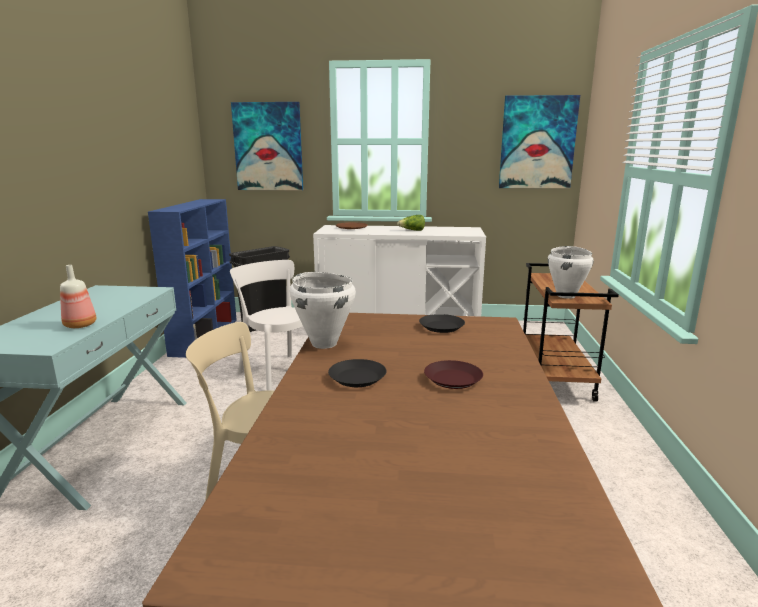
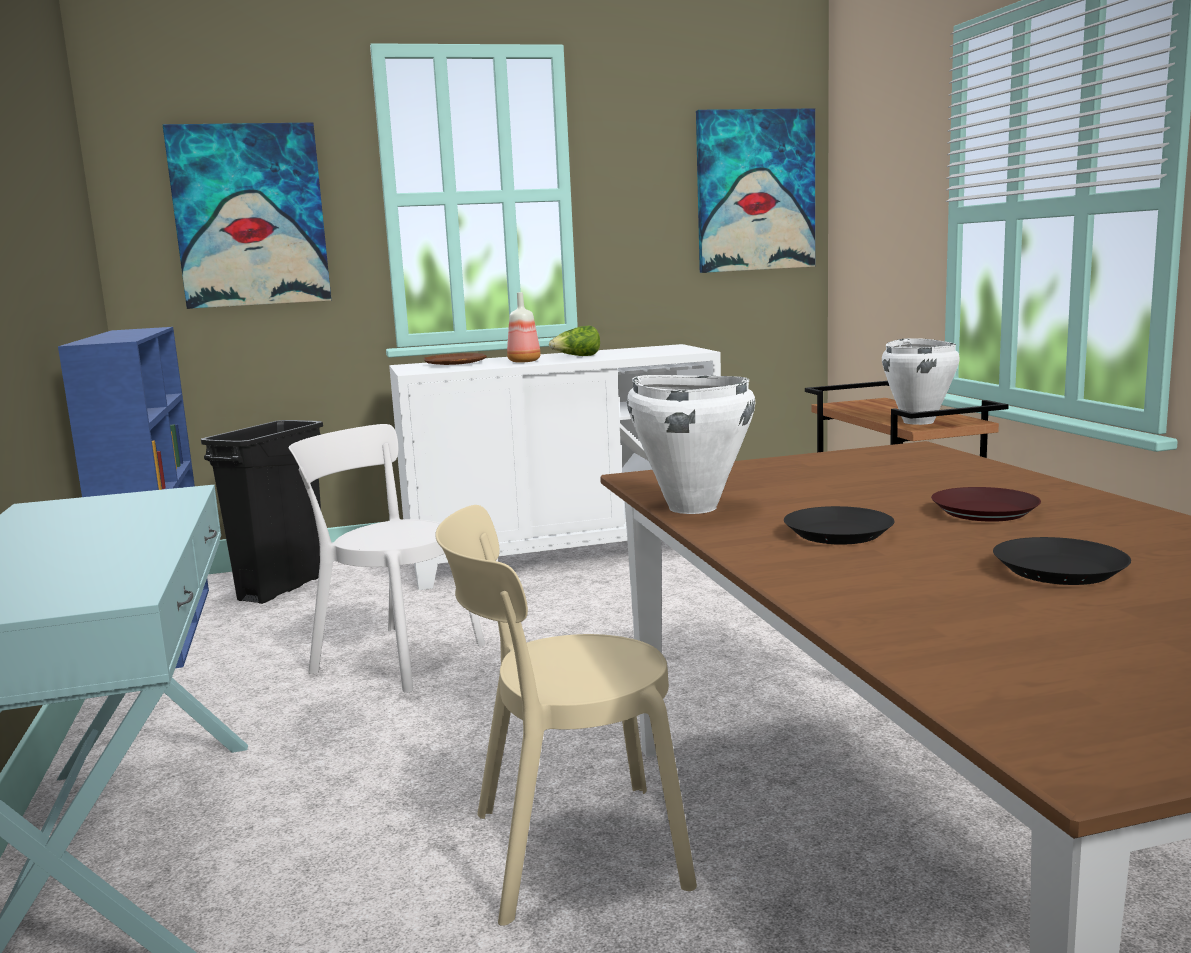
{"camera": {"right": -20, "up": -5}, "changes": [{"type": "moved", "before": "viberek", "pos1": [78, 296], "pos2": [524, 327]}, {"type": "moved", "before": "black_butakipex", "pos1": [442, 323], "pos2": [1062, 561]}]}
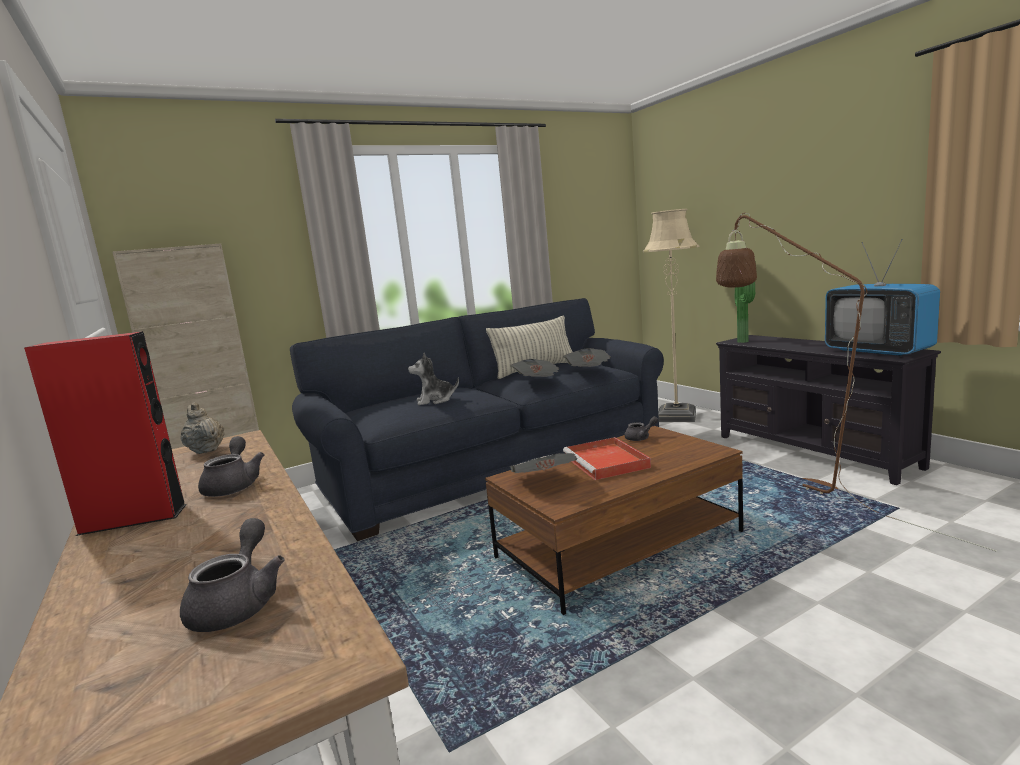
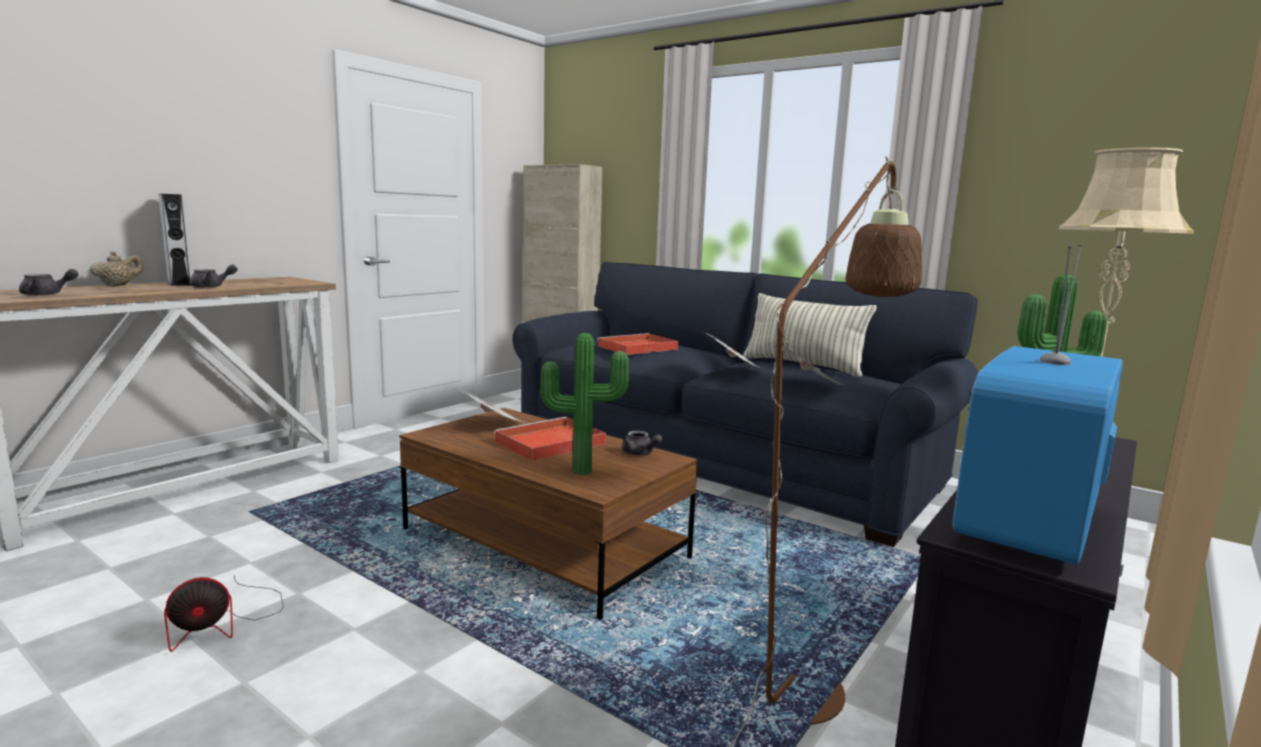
{"camera": {"right": 65, "up": 0}, "changes": [{"type": "recoloured", "before": "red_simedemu", "after": "grey_simedemu", "pos1": [105, 433], "pos2": [174, 240]}, {"type": "replaced", "before": "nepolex", "after": "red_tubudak", "pos1": [433, 379], "pos2": [637, 344]}, {"type": "moved", "before": "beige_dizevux", "pos1": [202, 428], "pos2": [116, 268]}, {"type": "added", "after": "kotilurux", "pos2": [584, 404]}, {"type": "added", "after": "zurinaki", "pos2": [224, 613]}]}
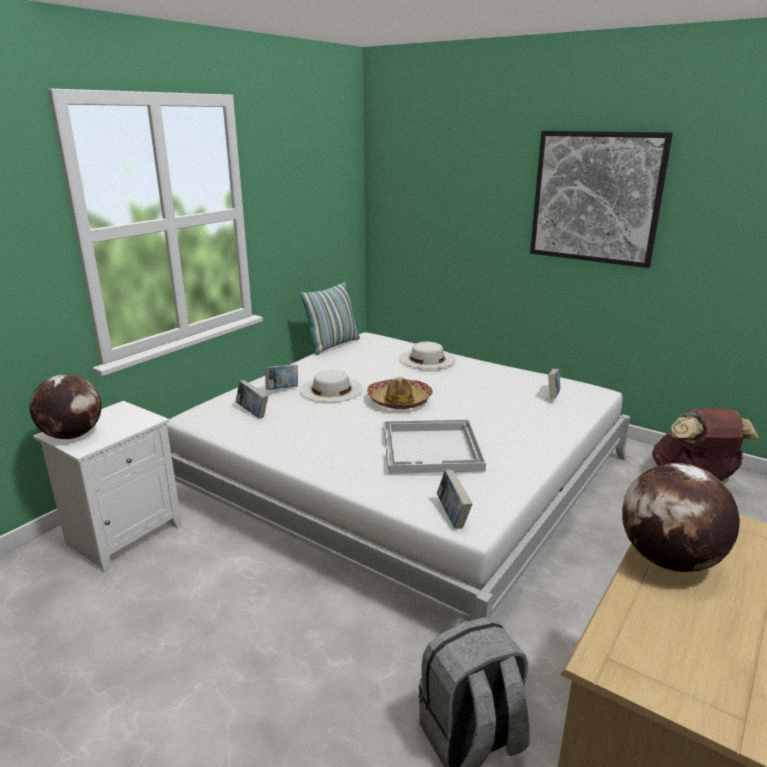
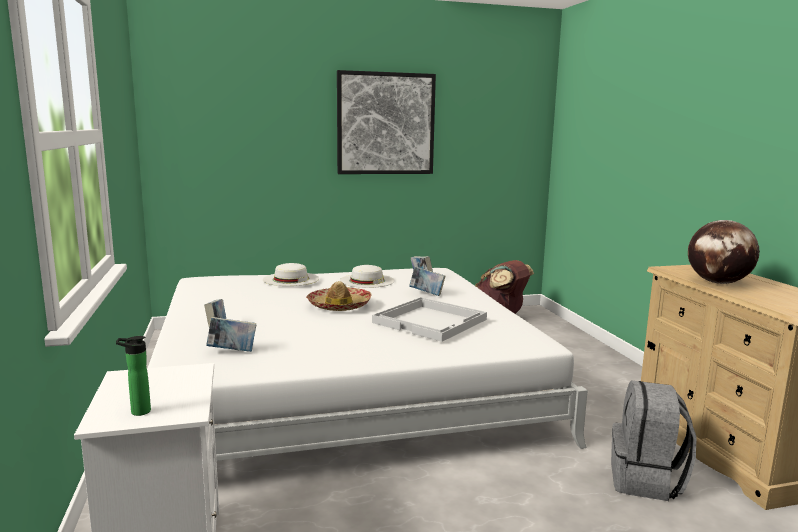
{"camera": {"right": -50, "up": -10}, "changes": [{"type": "removed", "before": "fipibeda", "pos1": [330, 318]}, {"type": "moved", "before": "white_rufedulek", "pos1": [331, 386], "pos2": [367, 276]}, {"type": "replaced", "before": "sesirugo", "after": "viberek", "pos1": [65, 406], "pos2": [133, 376]}, {"type": "moved", "before": "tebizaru", "pos1": [454, 499], "pos2": [427, 281]}]}
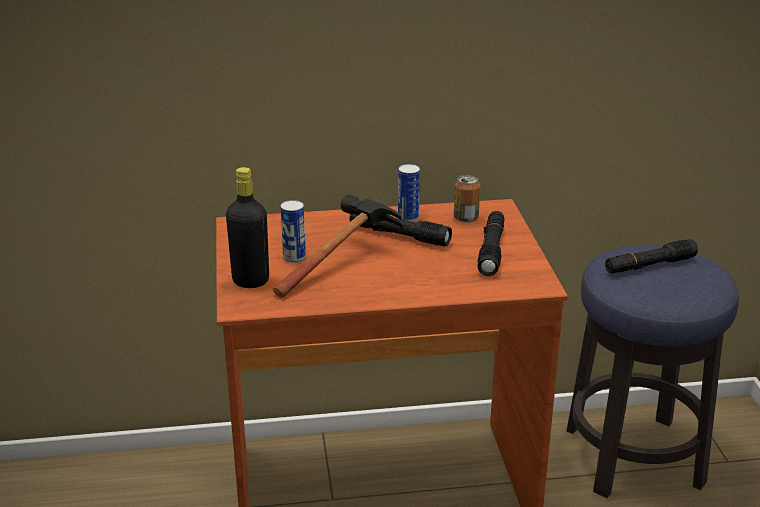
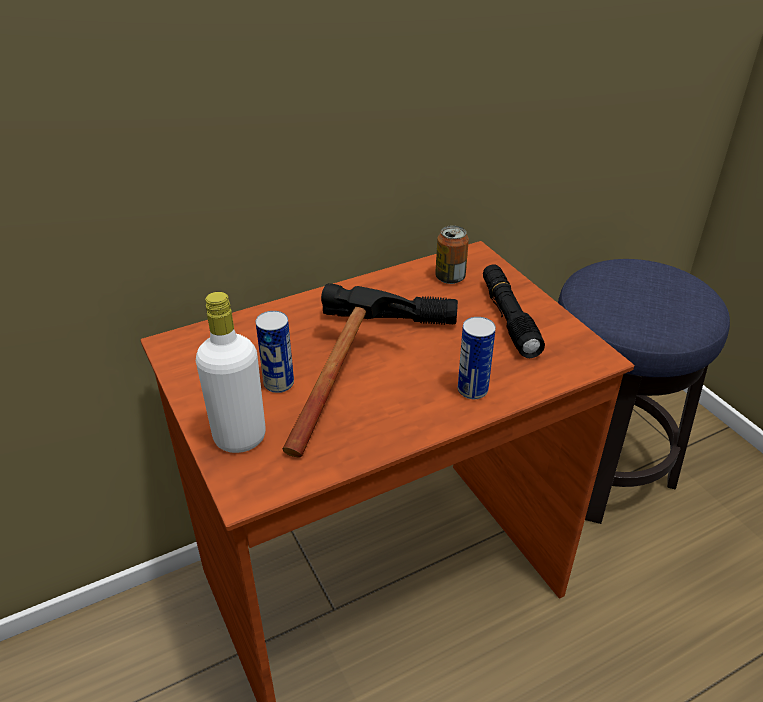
{"camera": {"right": -20, "up": 10}, "changes": [{"type": "moved", "before": "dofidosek", "pos1": [409, 193], "pos2": [477, 358]}, {"type": "recoloured", "before": "black_viberek", "after": "white_viberek", "pos1": [247, 227], "pos2": [231, 372]}, {"type": "removed", "before": "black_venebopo", "pos1": [651, 256]}]}
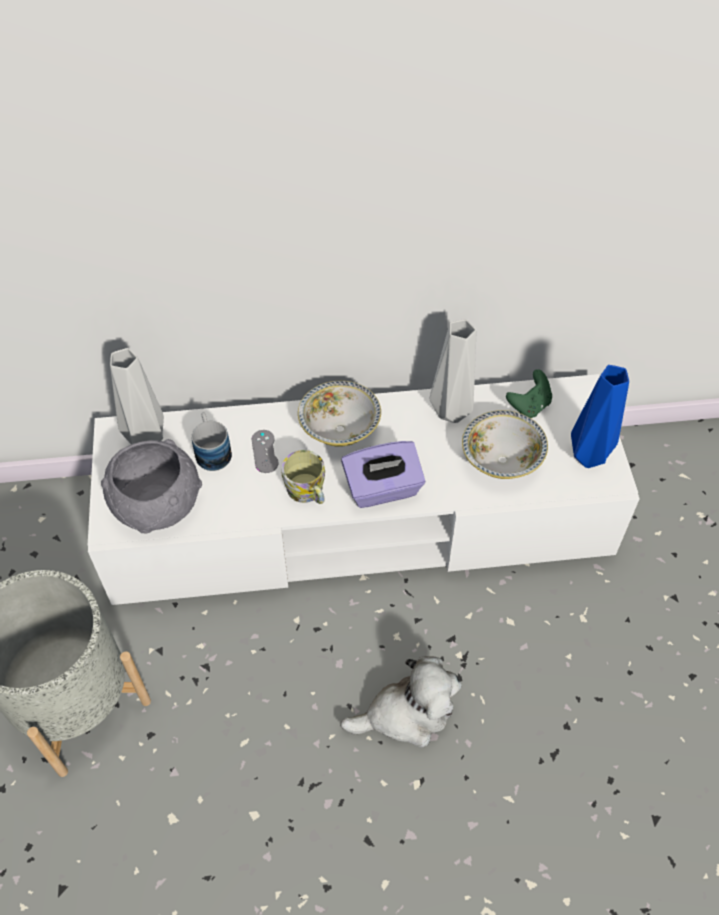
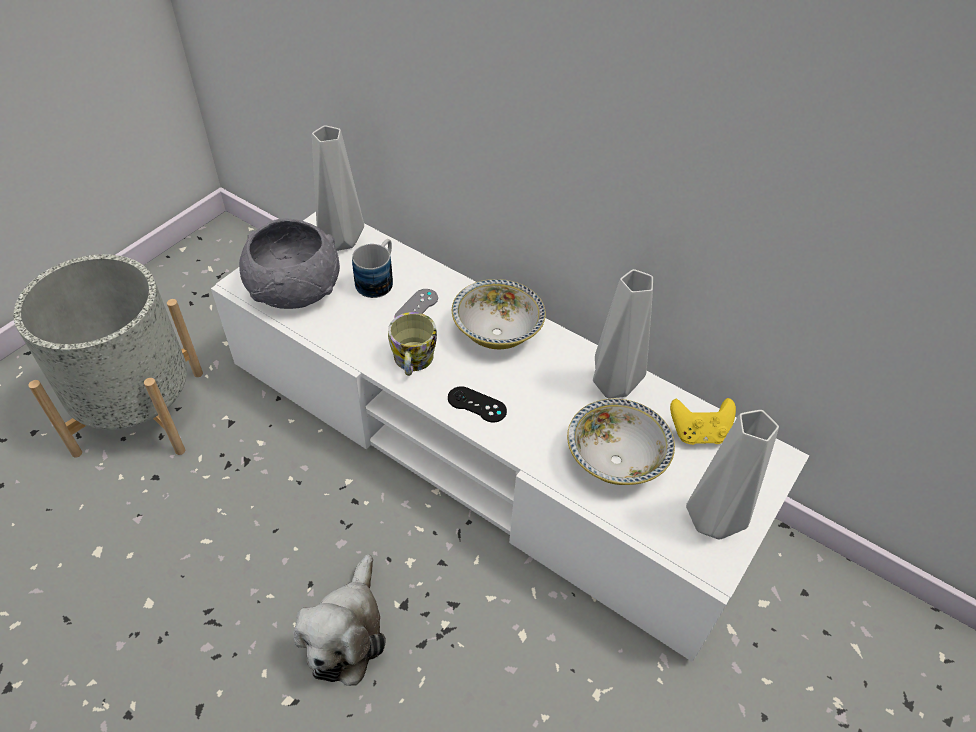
{"camera": {"right": 40, "up": -5}, "changes": [{"type": "recoloured", "before": "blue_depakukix", "after": "grey_depakukix", "pos1": [600, 416], "pos2": [732, 475]}, {"type": "recoloured", "before": "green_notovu", "after": "yellow_notovu", "pos1": [529, 393], "pos2": [703, 421]}, {"type": "replaced", "before": "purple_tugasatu", "after": "black_notovu", "pos1": [383, 474], "pos2": [477, 404]}, {"type": "turned", "before": "nepolex", "pos1": [401, 702], "pos2": [340, 620], "turn": 75}]}
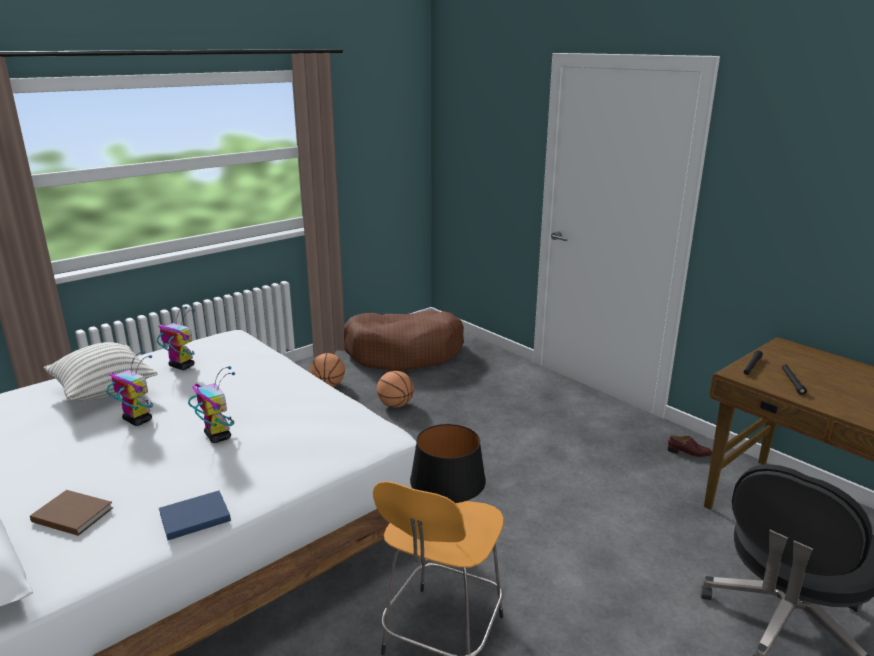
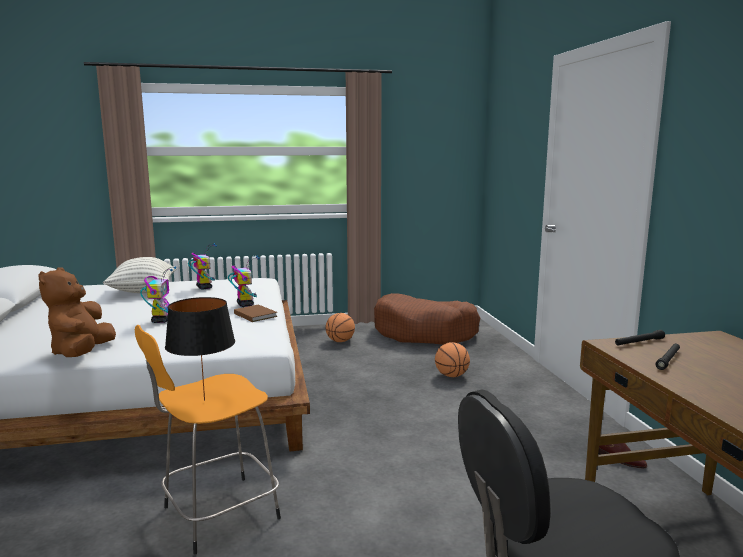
{"camera": {"right": 30, "up": -10}, "changes": [{"type": "moved", "before": "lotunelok", "pos1": [129, 388], "pos2": [244, 281]}, {"type": "moved", "before": "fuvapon", "pos1": [395, 389], "pos2": [452, 359]}, {"type": "moved", "before": "brown_tebizaru", "pos1": [71, 513], "pos2": [255, 313]}, {"type": "replaced", "before": "blue_tebizaru", "after": "brown_nepolex", "pos1": [195, 515], "pos2": [77, 312]}]}
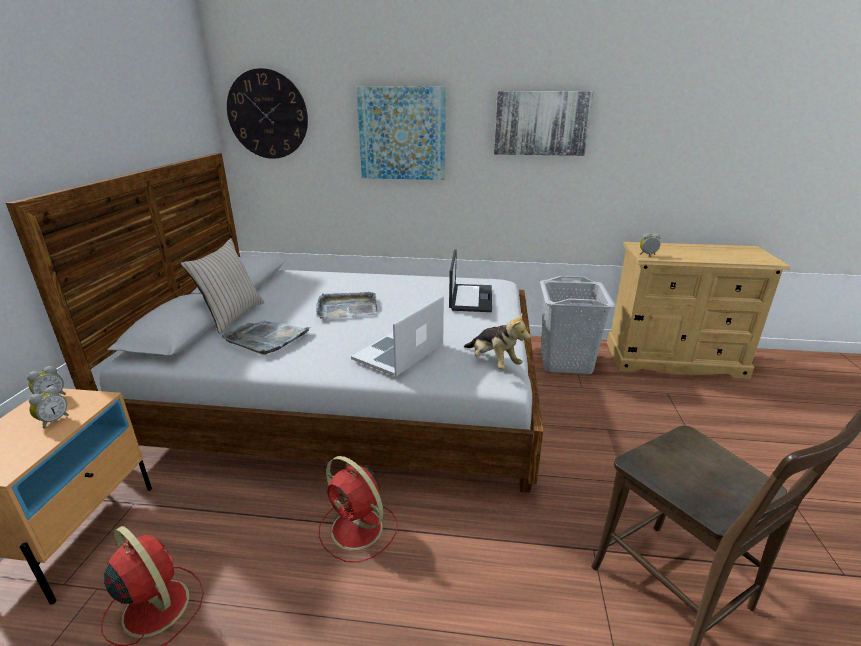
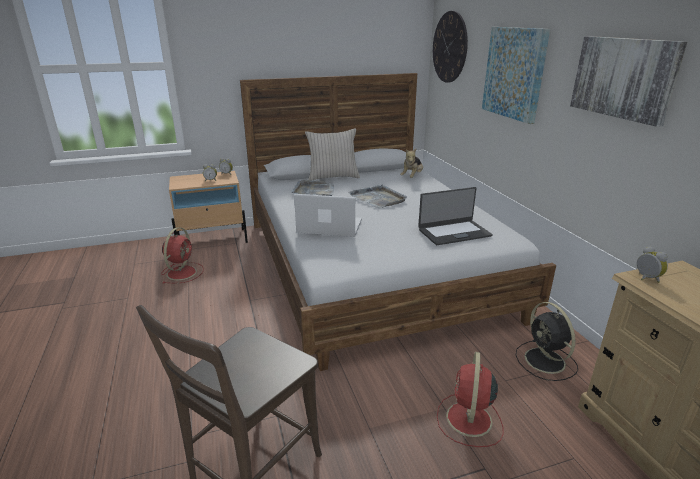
{"camera": {"right": 65, "up": 0}, "changes": [{"type": "replaced", "before": "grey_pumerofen", "after": "black_zurinaki", "pos1": [578, 325], "pos2": [547, 341]}, {"type": "moved", "before": "nepolex", "pos1": [497, 341], "pos2": [411, 163]}, {"type": "moved", "before": "red_zurinaki", "pos1": [358, 509], "pos2": [470, 399]}]}
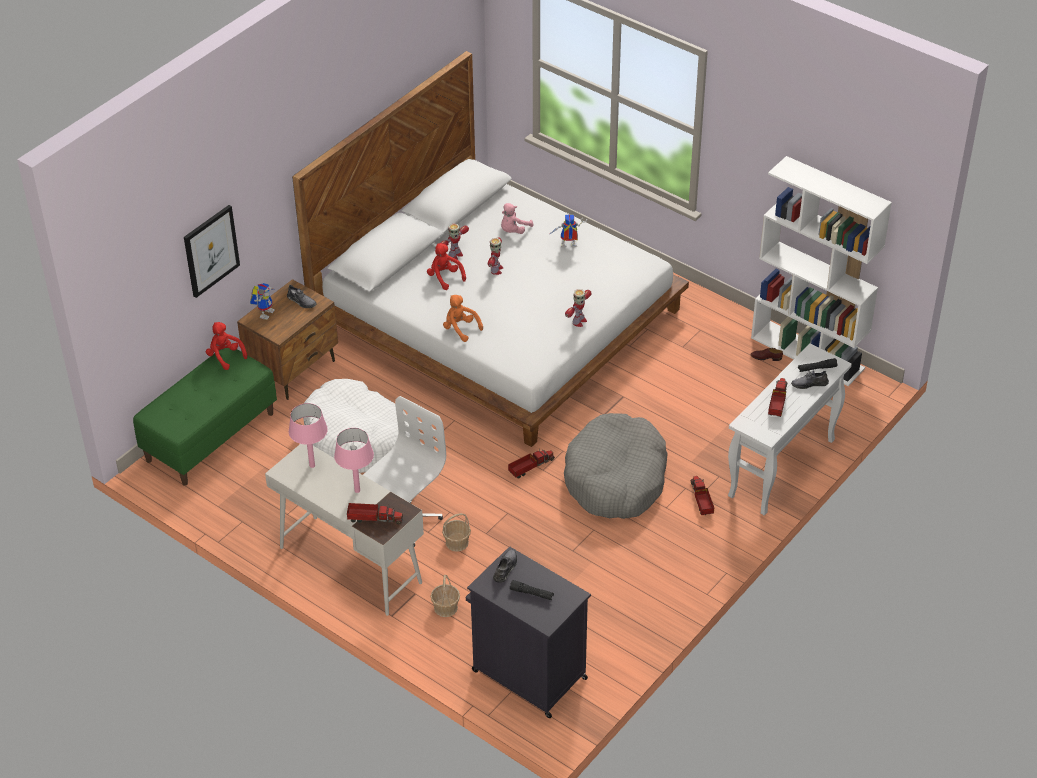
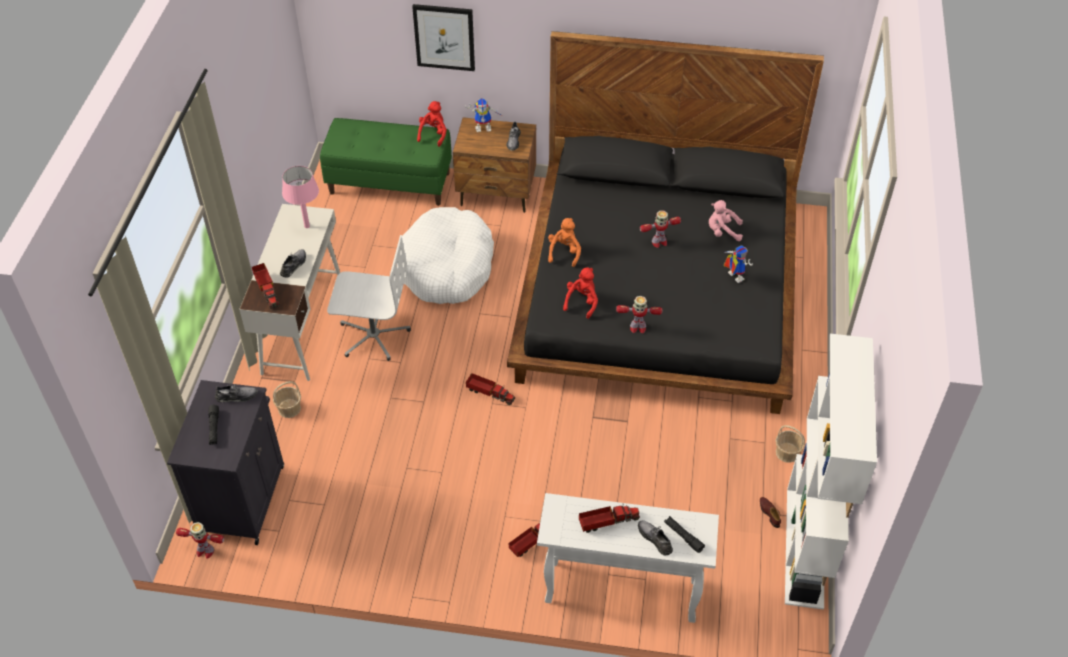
{"camera": {"right": 60, "up": 5}, "changes": [{"type": "recoloured", "before": "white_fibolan", "after": "black_fibolan", "pos1": [490, 249], "pos2": [665, 222]}, {"type": "moved", "before": "lotunelok", "pos1": [455, 241], "pos2": [200, 540]}, {"type": "moved", "before": "red_nepolex", "pos1": [446, 266], "pos2": [580, 293]}, {"type": "removed", "before": "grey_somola", "pos1": [616, 466]}, {"type": "replaced", "before": "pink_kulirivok", "after": "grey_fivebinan", "pos1": [354, 460], "pos2": [293, 263]}, {"type": "moved", "before": "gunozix", "pos1": [456, 532], "pos2": [790, 444]}]}
